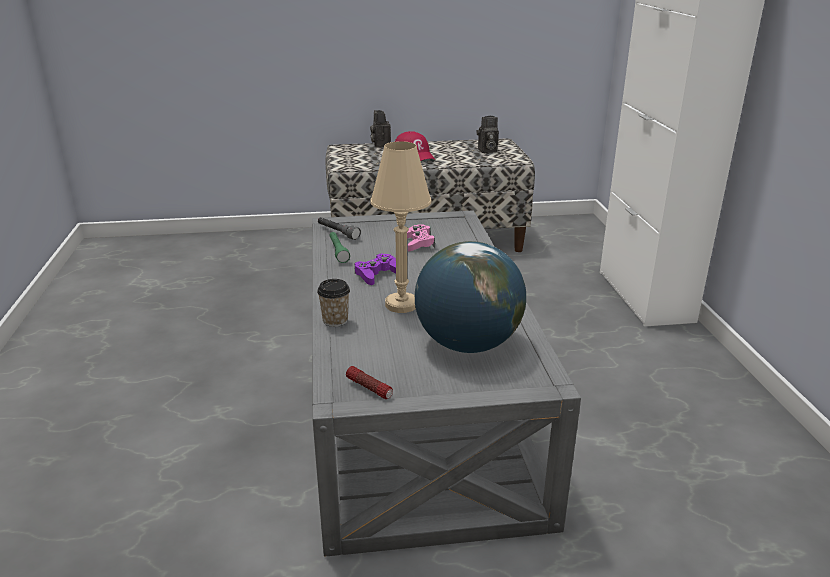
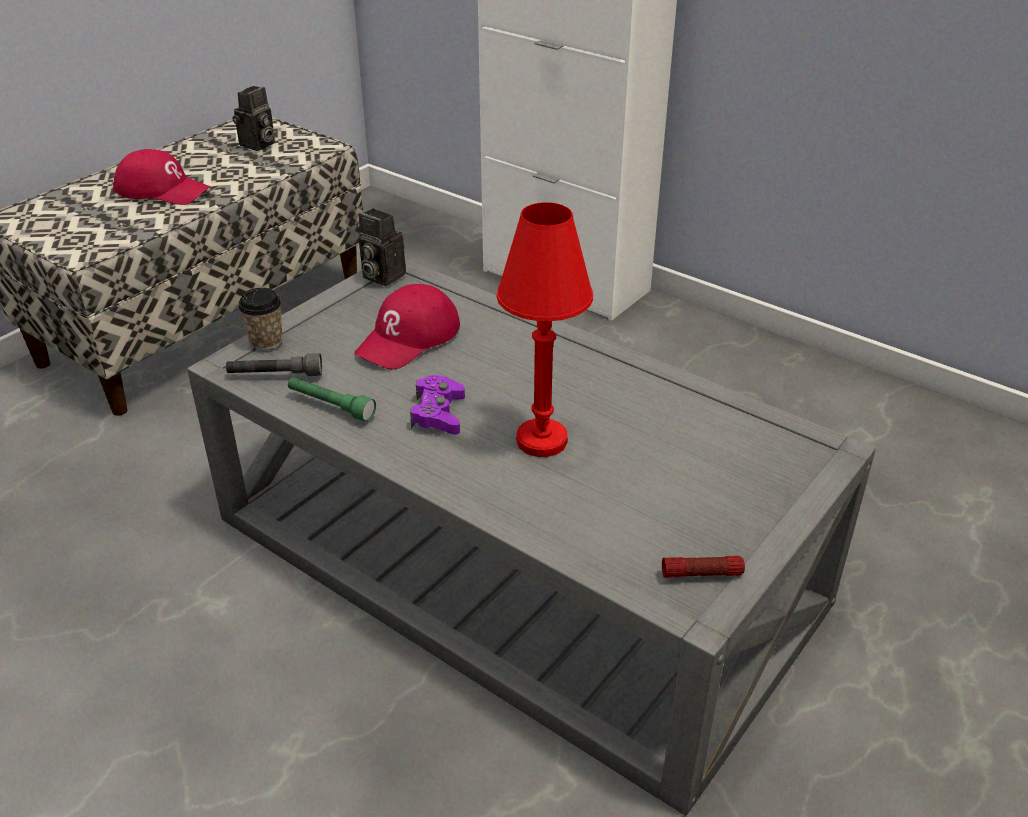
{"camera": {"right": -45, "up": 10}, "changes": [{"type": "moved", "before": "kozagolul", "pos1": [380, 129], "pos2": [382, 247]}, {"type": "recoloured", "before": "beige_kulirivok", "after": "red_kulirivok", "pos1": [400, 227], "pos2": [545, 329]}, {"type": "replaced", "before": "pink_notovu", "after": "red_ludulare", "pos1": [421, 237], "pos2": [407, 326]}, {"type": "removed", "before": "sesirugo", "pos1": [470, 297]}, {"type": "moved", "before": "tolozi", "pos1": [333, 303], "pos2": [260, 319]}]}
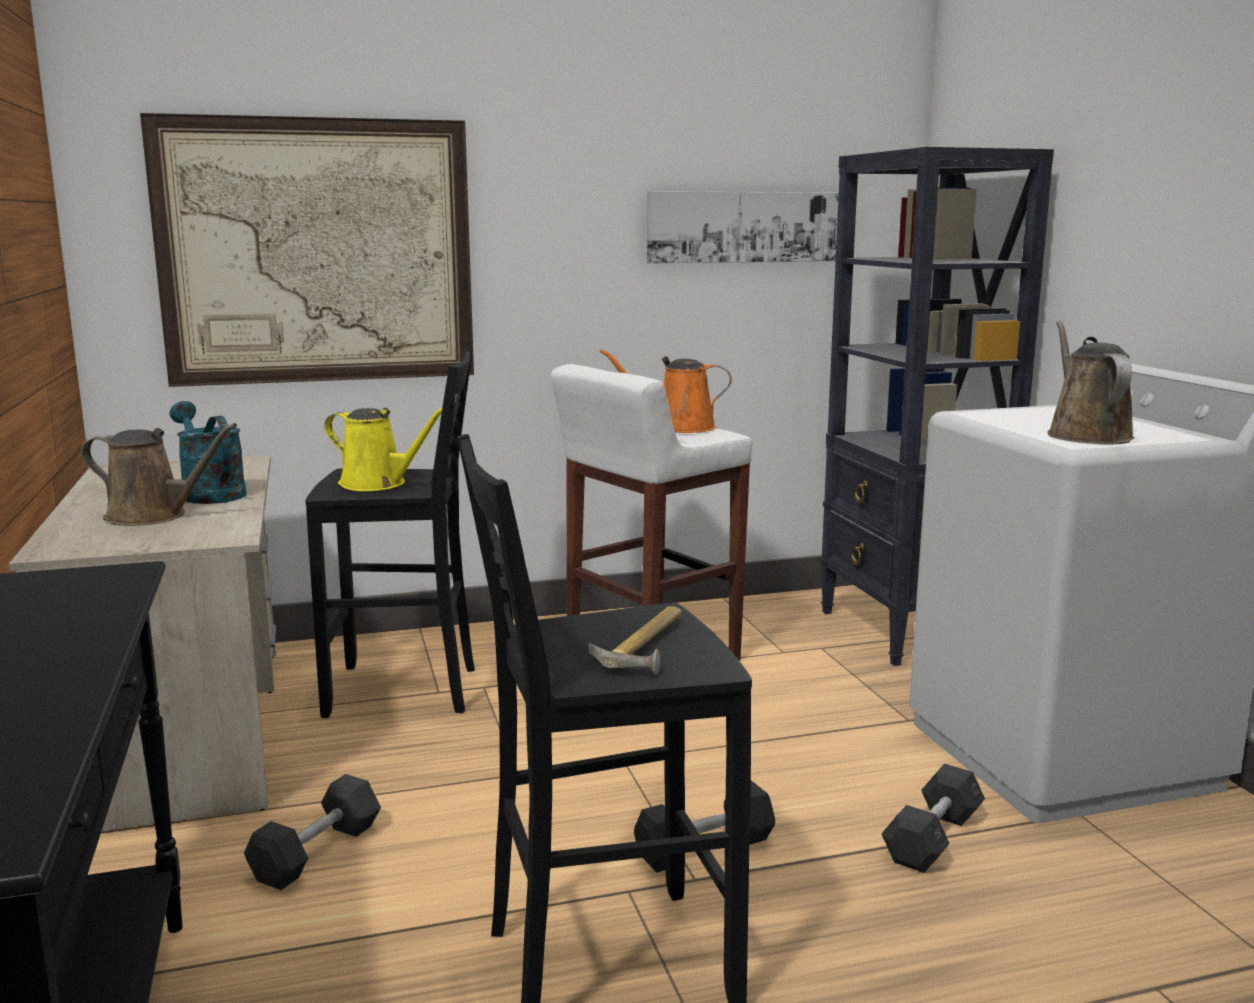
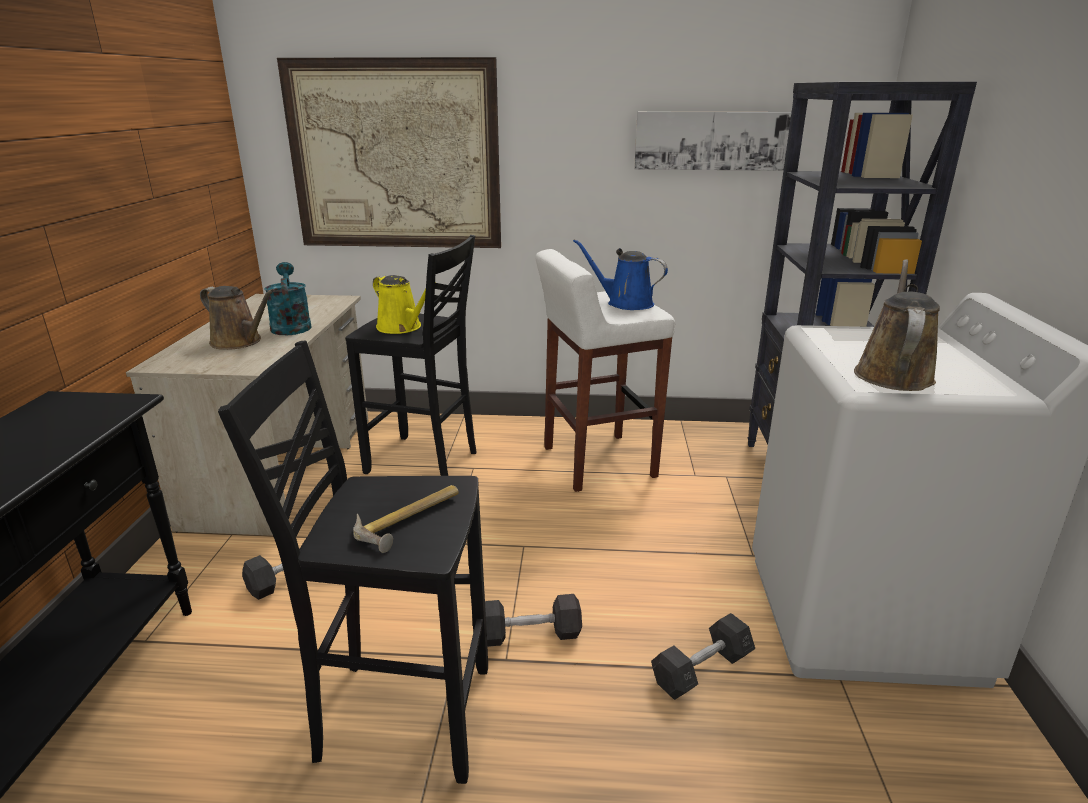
{"camera": {"right": 20, "up": 10}, "changes": [{"type": "recoloured", "before": "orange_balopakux", "after": "blue_balopakux", "pos1": [666, 391], "pos2": [620, 274]}]}
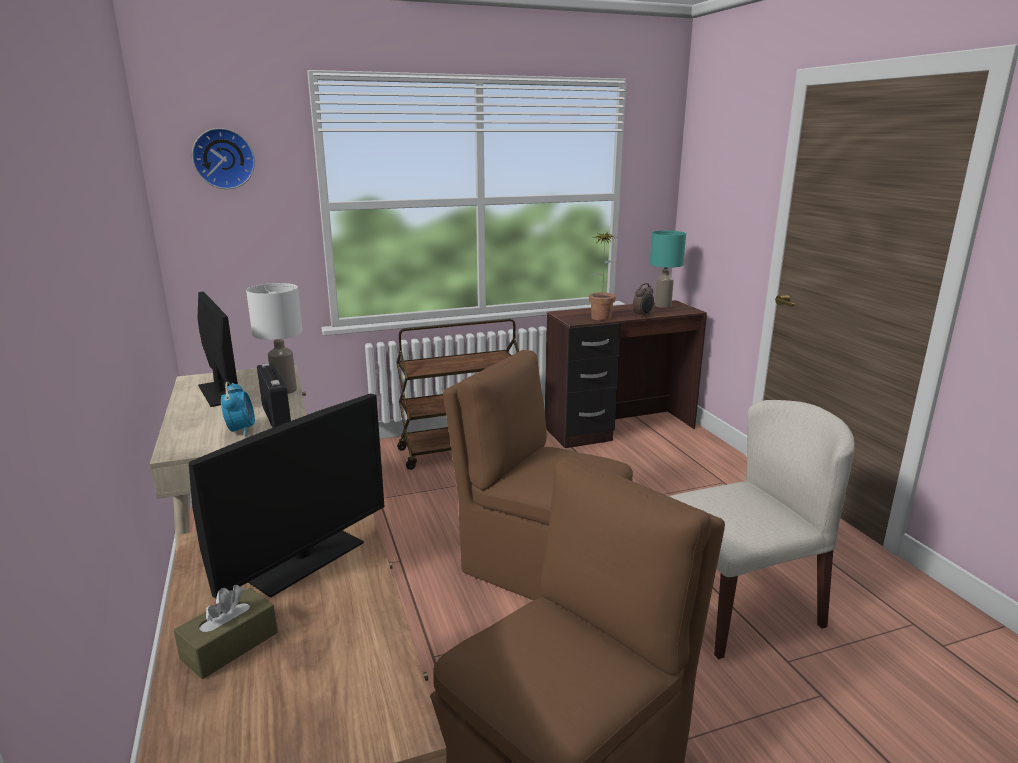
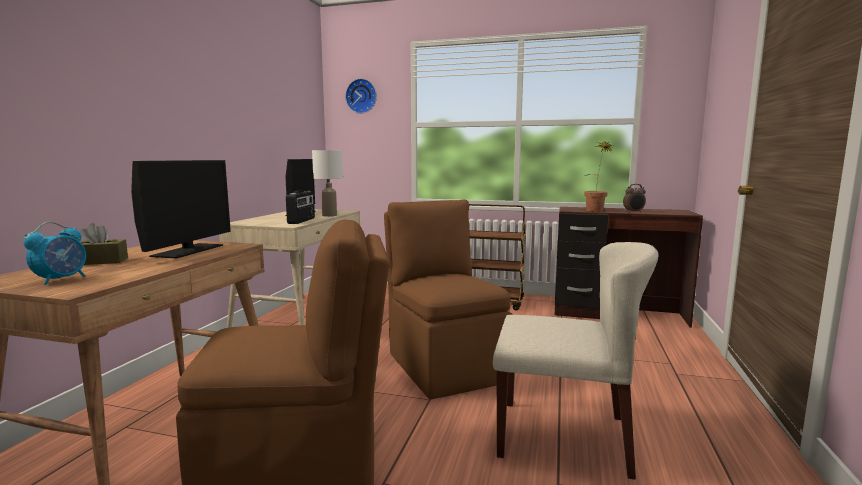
{"camera": {"right": 35, "up": -10}, "changes": [{"type": "removed", "before": "turquoise_kulirivok", "pos1": [668, 269]}, {"type": "moved", "before": "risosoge", "pos1": [238, 409], "pos2": [55, 253]}, {"type": "turned", "before": "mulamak", "pos1": [286, 496], "pos2": [181, 209], "turn": -60}]}
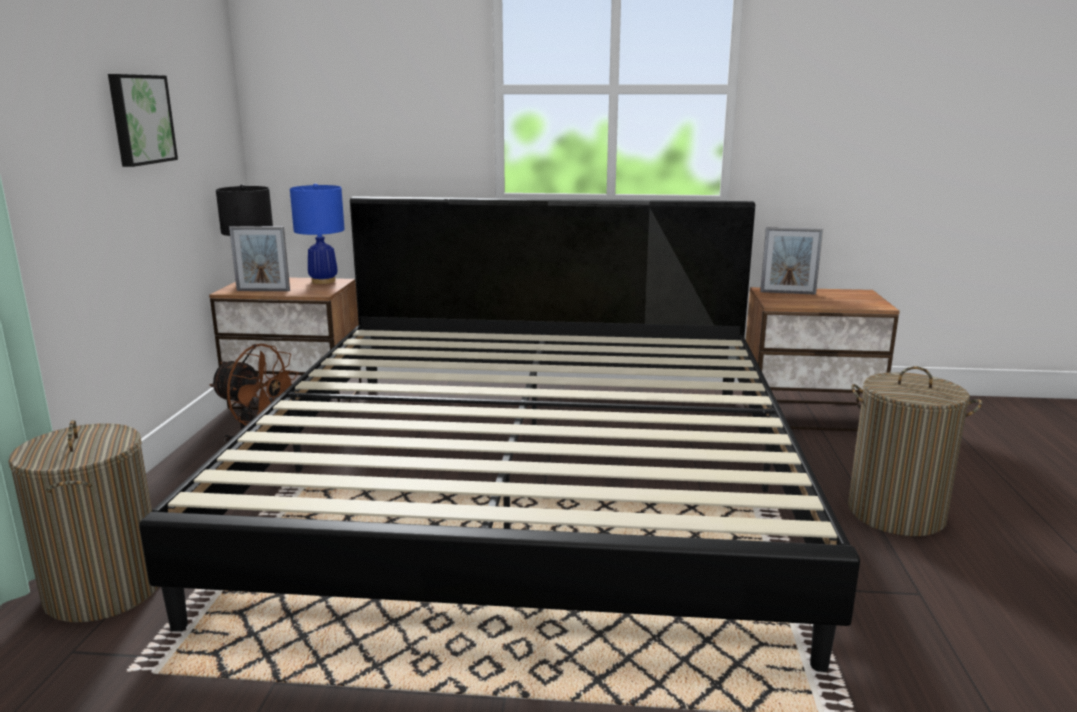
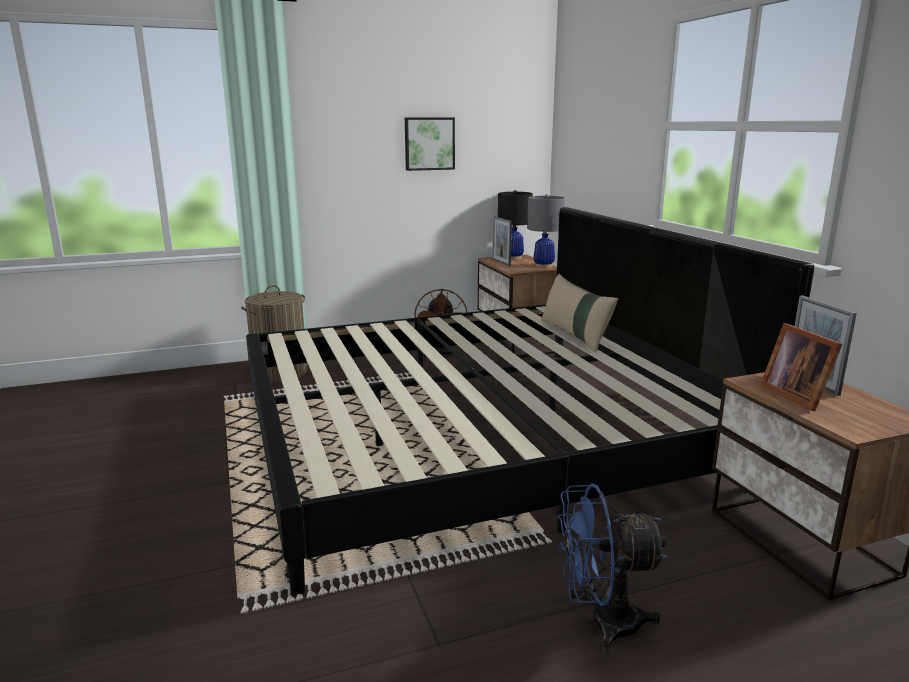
{"camera": {"right": 65, "up": 0}, "changes": [{"type": "recoloured", "before": "blue_kulirivok", "after": "grey_kulirivok", "pos1": [317, 233], "pos2": [546, 231]}, {"type": "replaced", "before": "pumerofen", "after": "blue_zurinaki", "pos1": [915, 451], "pos2": [613, 568]}, {"type": "added", "after": "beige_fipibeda", "pos2": [580, 313]}, {"type": "added", "after": "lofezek", "pos2": [801, 367]}]}
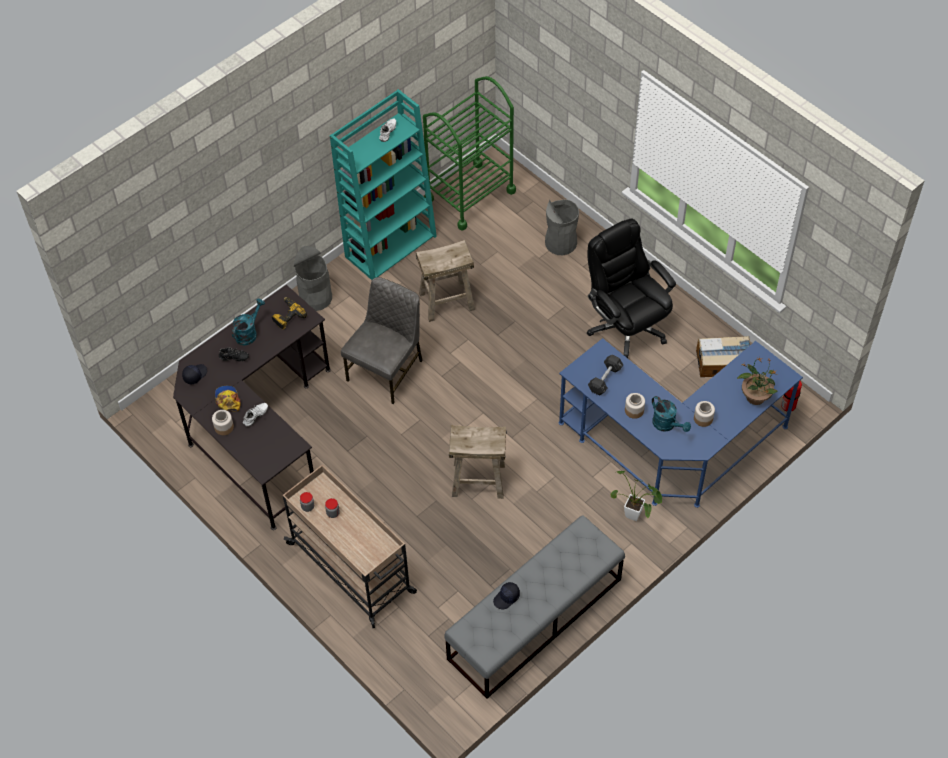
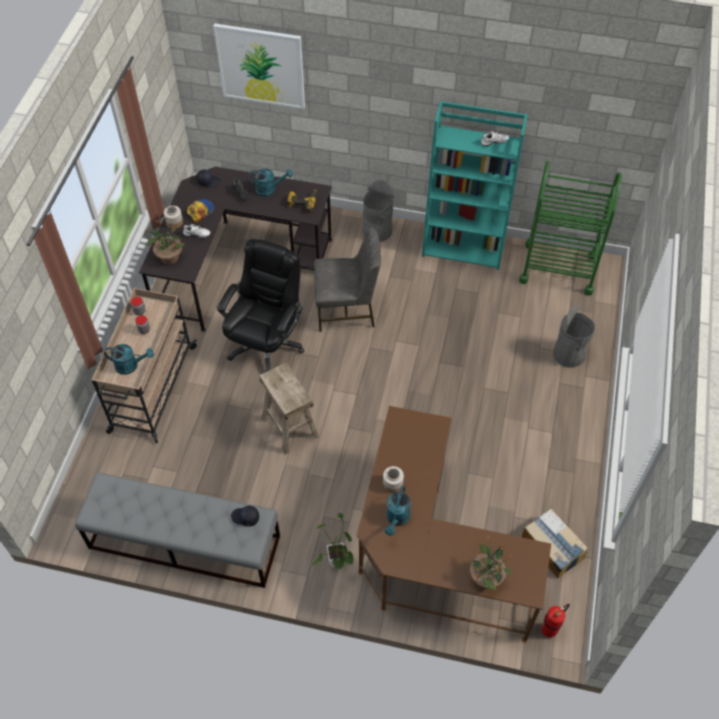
{"camera": {"right": 55, "up": 0}, "changes": [{"type": "moved", "before": "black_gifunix", "pos1": [631, 288], "pos2": [261, 305]}, {"type": "removed", "before": "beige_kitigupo", "pos1": [445, 281]}, {"type": "recoloured", "before": "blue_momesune", "after": "brown_momesune", "pos1": [681, 423], "pos2": [454, 524]}, {"type": "removed", "before": "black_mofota", "pos1": [605, 375]}, {"type": "removed", "before": "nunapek", "pos1": [704, 414]}, {"type": "moved", "before": "black_ludulare", "pos1": [506, 596], "pos2": [245, 516]}, {"type": "added", "after": "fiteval", "pos2": [259, 66]}, {"type": "added", "after": "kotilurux", "pos2": [164, 241]}, {"type": "added", "after": "turquoise_balopakux", "pos2": [129, 359]}]}
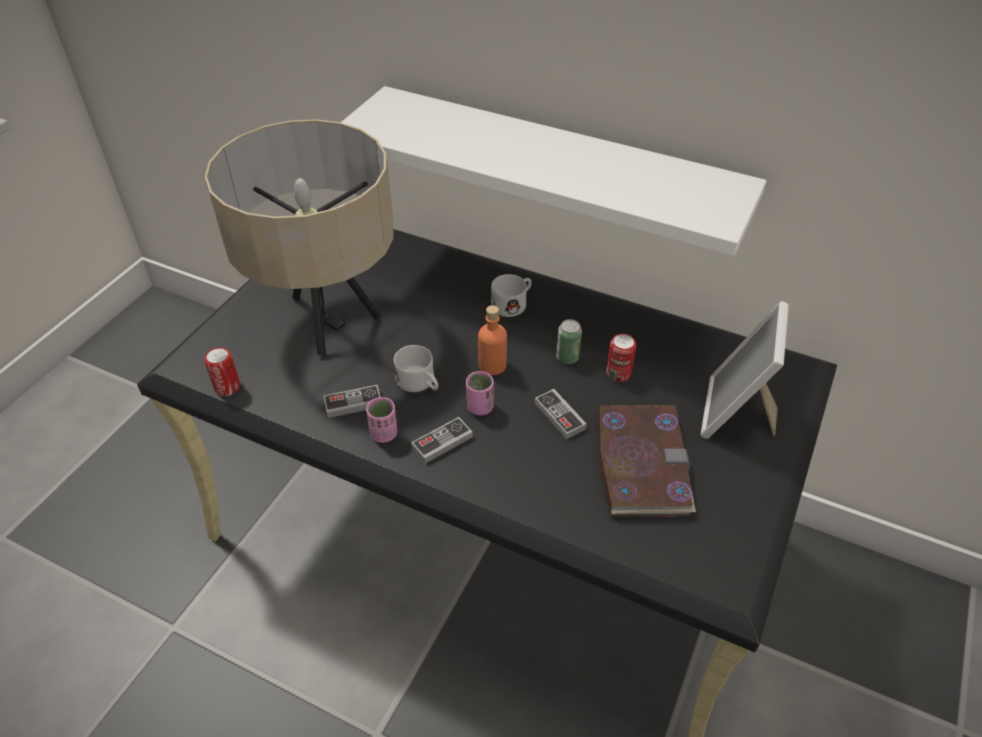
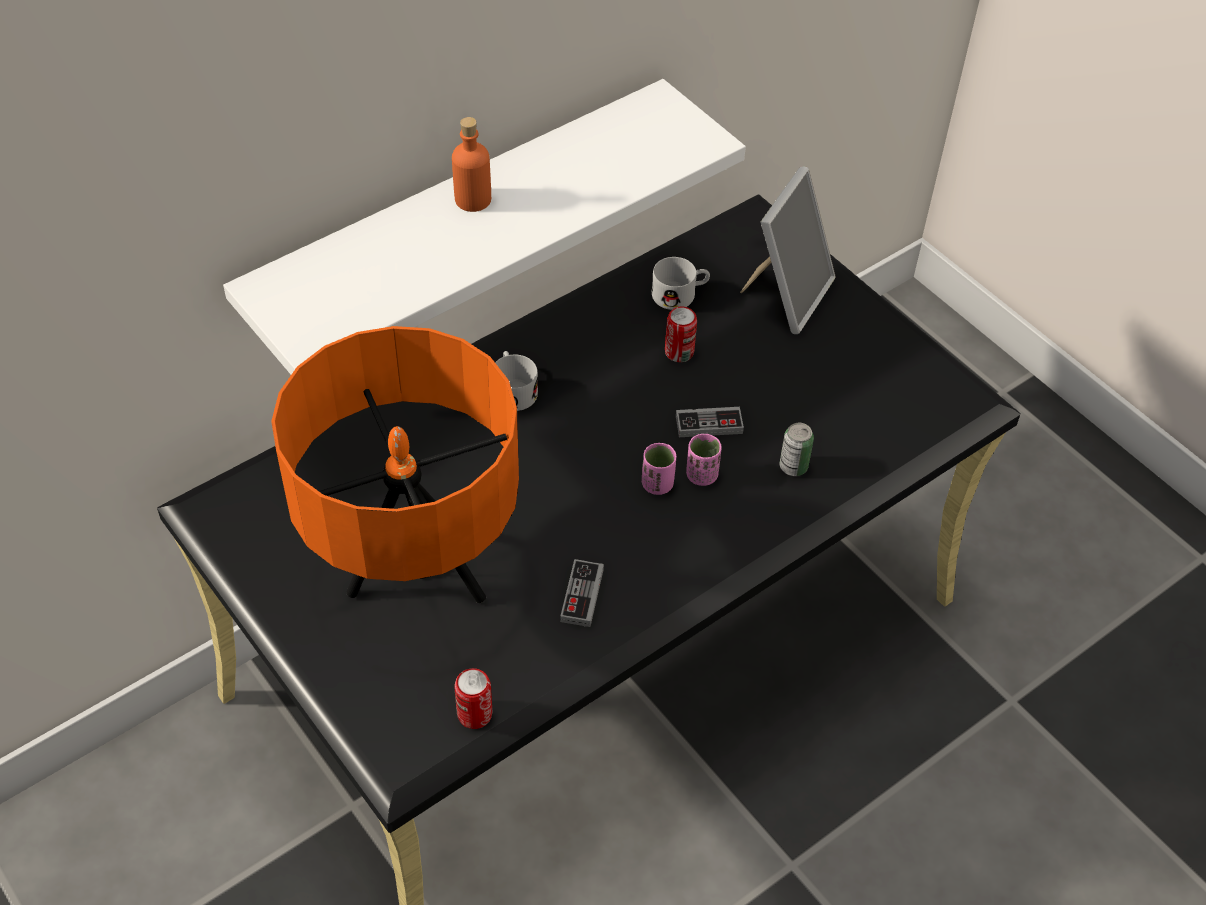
{"camera": {"right": -65, "up": 5}, "changes": [{"type": "recoloured", "before": "beige_kulirivok", "after": "orange_kulirivok", "pos1": [299, 237], "pos2": [395, 464]}, {"type": "turned", "before": "lofezek", "pos1": [745, 370], "pos2": [787, 250], "turn": -105}, {"type": "moved", "before": "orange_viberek", "pos1": [492, 340], "pos2": [471, 164]}, {"type": "moved", "before": "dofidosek", "pos1": [569, 341], "pos2": [796, 449]}, {"type": "moved", "before": "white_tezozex", "pos1": [416, 368], "pos2": [681, 283]}, {"type": "moved", "before": "pink_tolozi", "pos1": [381, 420], "pos2": [704, 460]}, {"type": "removed", "before": "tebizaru", "pos1": [646, 461]}, {"type": "removed", "before": "notovu", "pos1": [442, 440]}]}
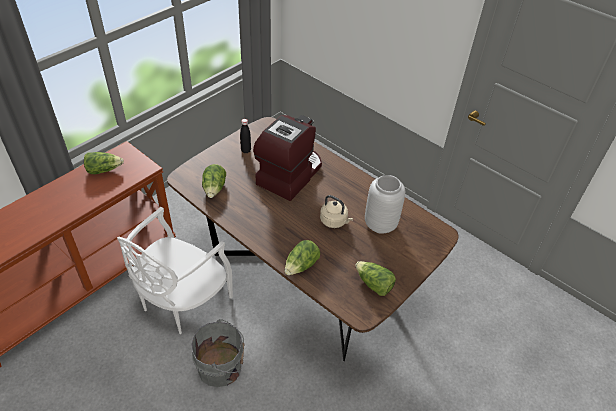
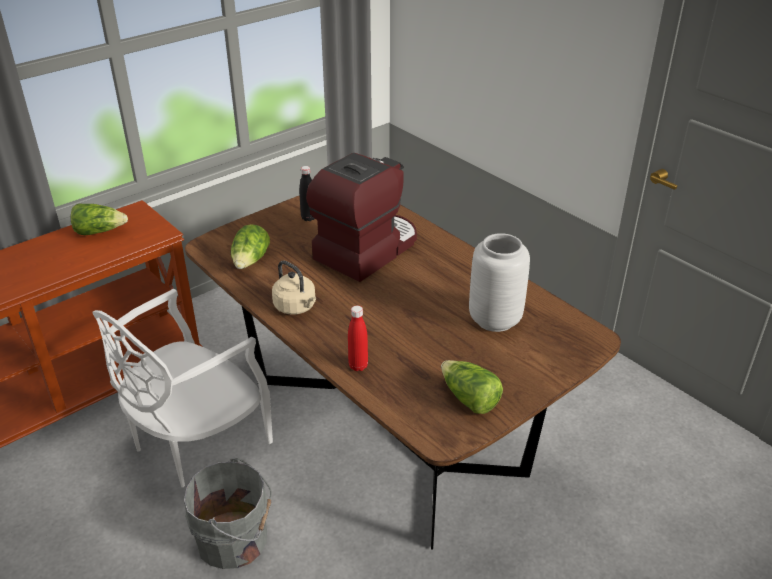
{"camera": {"right": 10, "up": -10}, "changes": [{"type": "moved", "before": "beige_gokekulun", "pos1": [336, 211], "pos2": [294, 287]}, {"type": "replaced", "before": "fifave", "after": "red_viberek", "pos1": [302, 257], "pos2": [358, 338]}]}
